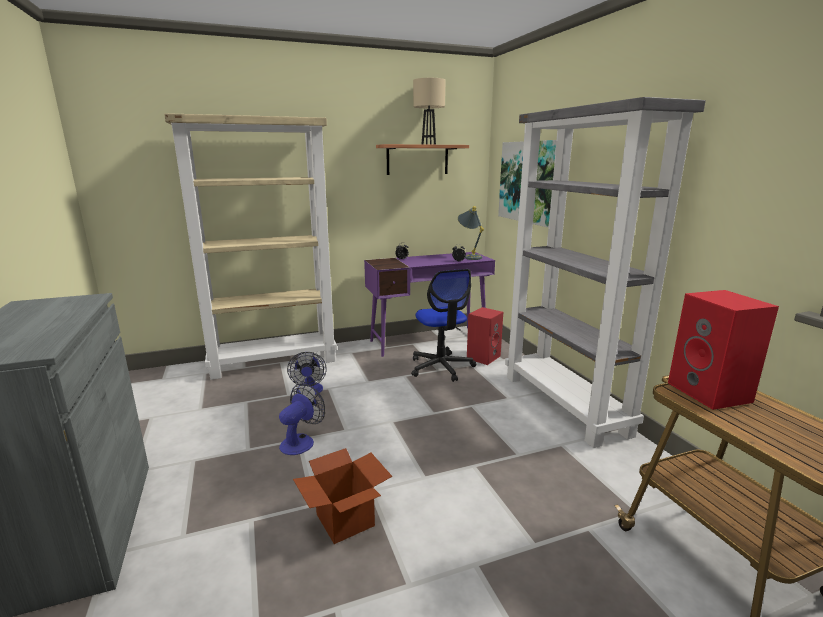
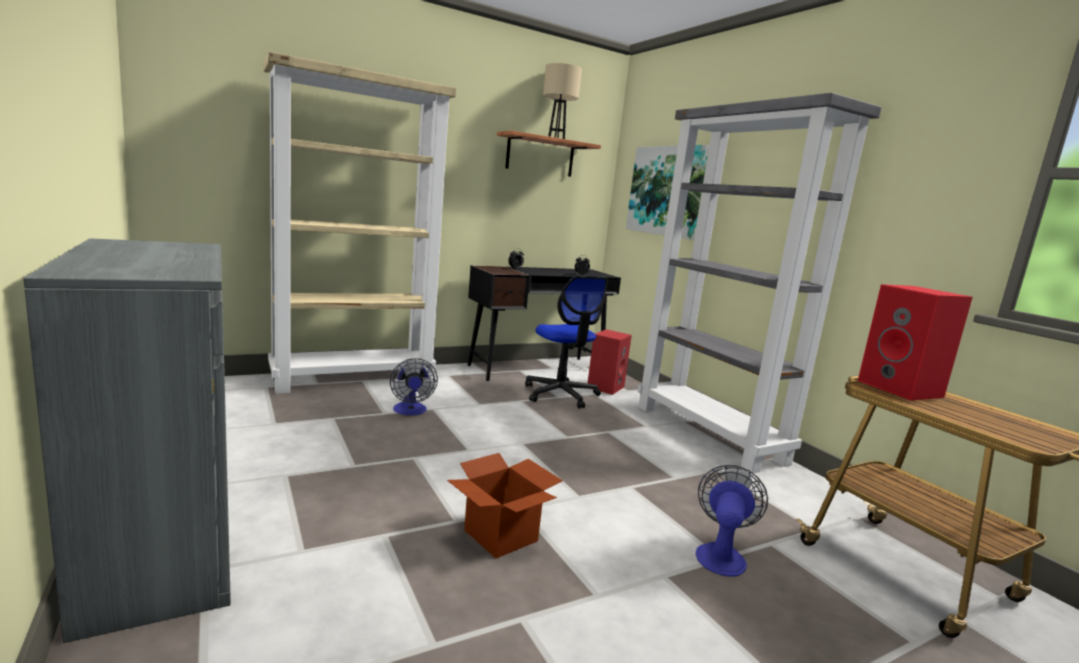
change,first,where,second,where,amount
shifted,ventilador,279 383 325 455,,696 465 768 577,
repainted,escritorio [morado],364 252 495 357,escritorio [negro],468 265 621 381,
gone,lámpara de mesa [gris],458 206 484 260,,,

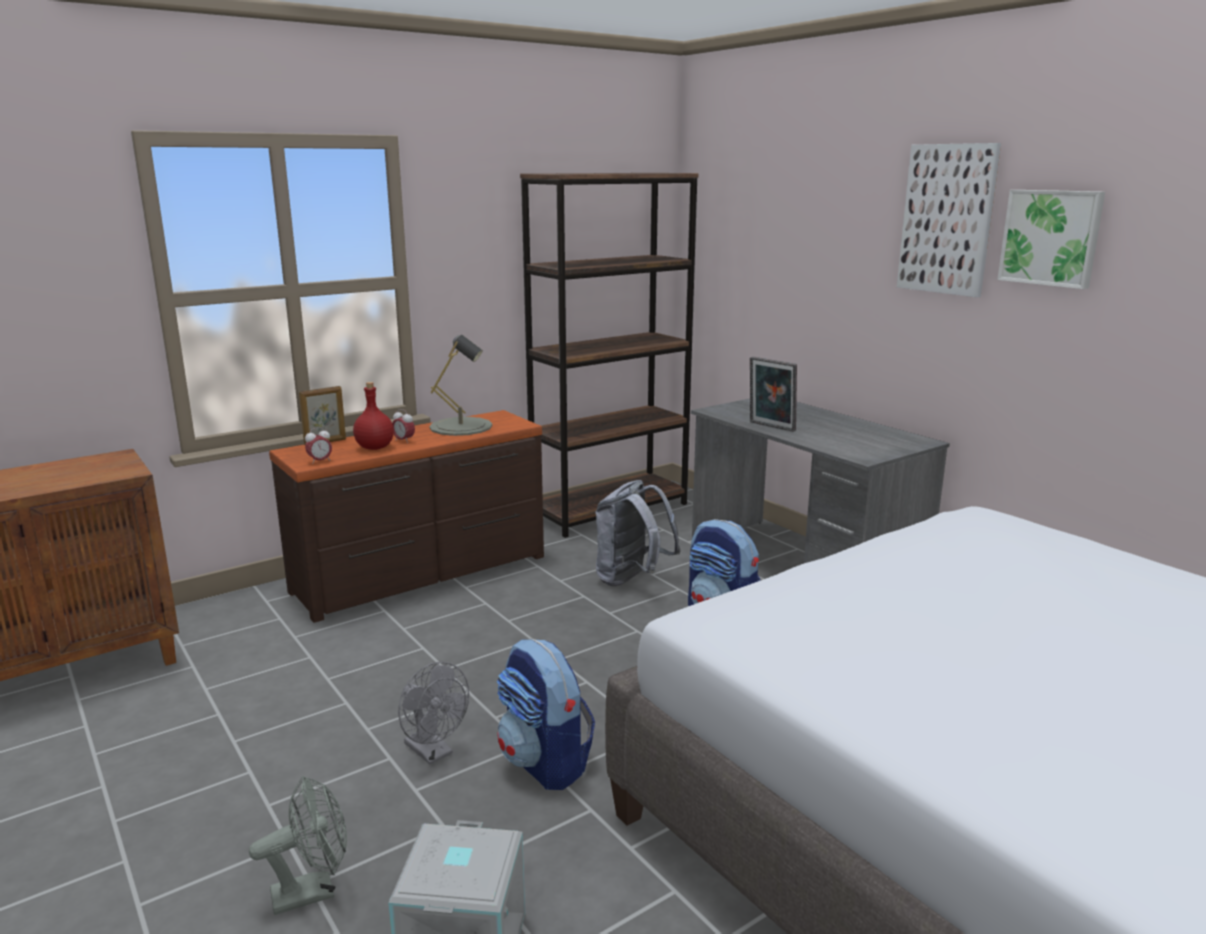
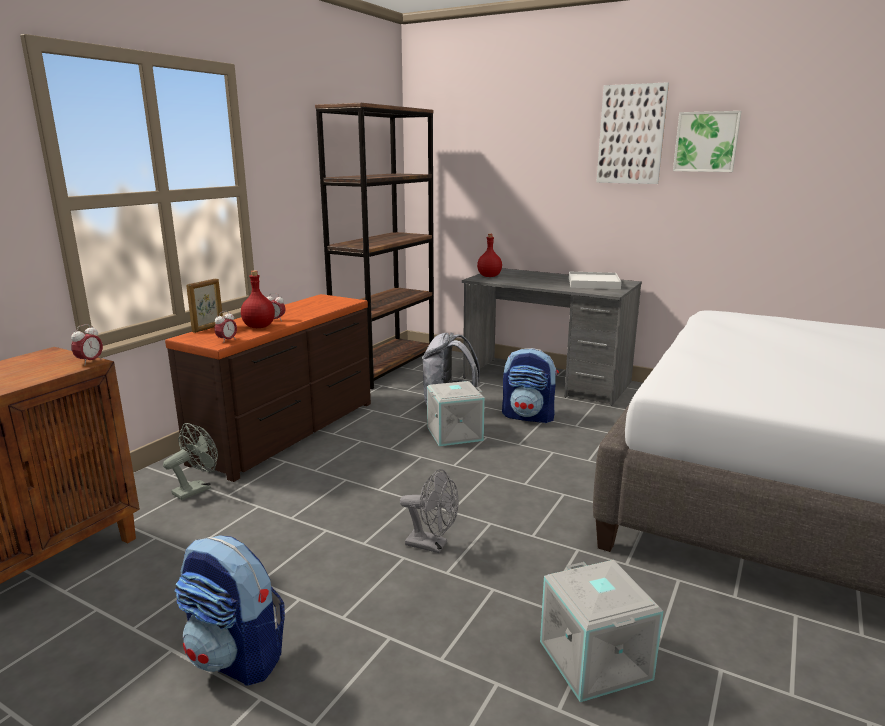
change,first,where,second,where,amount
shifted,ventilador [gris],249 776 347 915,,163 423 218 500,
gone,lámpara de mesa [gris],429 335 492 436,,,
shifted,mochila,497 639 595 790,,175 535 285 686,
gone,portarretratos,750 357 797 432,,,
new,,,despertador,71 324 103 364,
new,,,caja de almacenaje [gris],427 381 485 446,
new,,,botella [rojo],477 234 502 277,
new,,,bandeja [blanco],569 272 621 289,

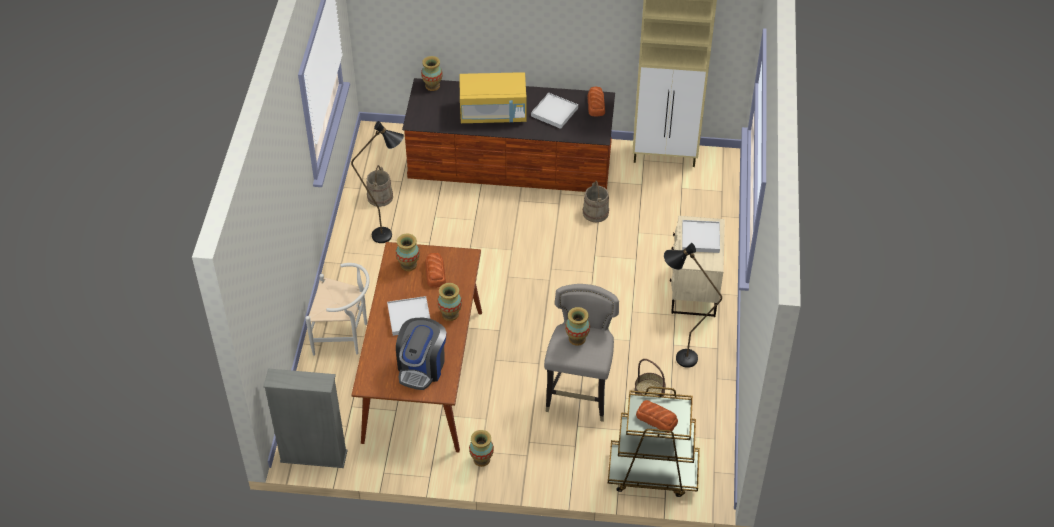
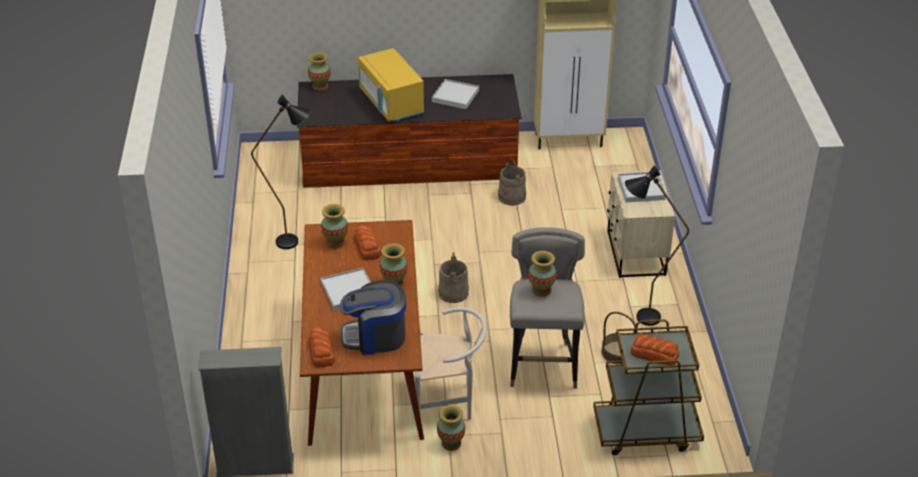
change,first,where,second,where,amount
shifted,silla [blanco],305 263 370 356,,415 307 487 420,
shifted,cubo [beis],366 165 393 207,,438 252 469 303,
rotated,cafetera,396 318 446 390,,340 280 406 355,75 degrees clockwise
rotated,microondas [amarillo],460 72 527 123,,358 48 424 121,75 degrees clockwise
shifted,pan,587 87 605 117,,308 326 335 368,

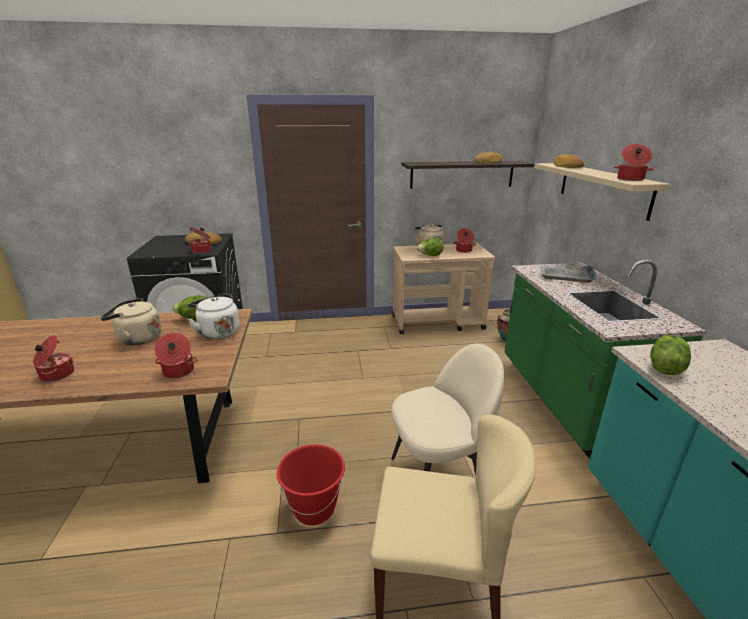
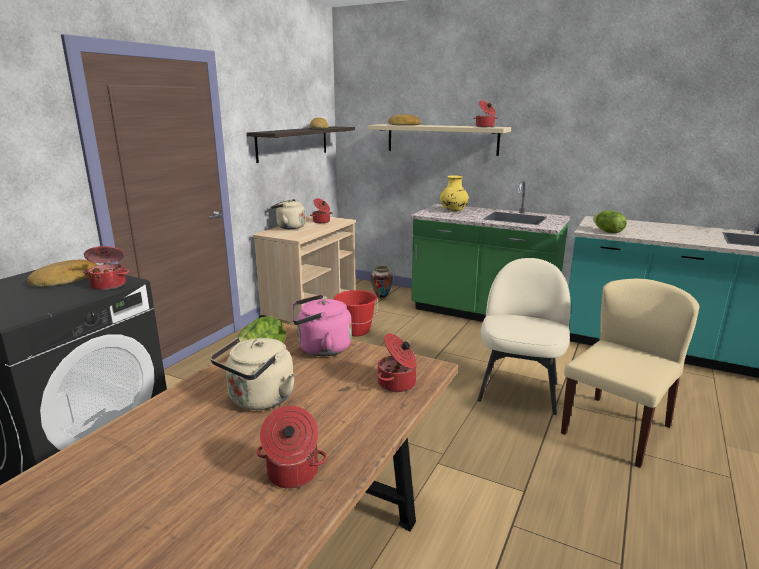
change,first,where,second,where,amount
repainted,hervidor [blanco],188 294 240 339,hervidor [rosa],292 294 352 356,
shifted,cubo [rojo],277 444 345 525,,334 290 378 336,
gone,lechuga,416 238 443 256,,,
swapped,bandeja [gris],541 265 597 283,florero [amarillo],440 175 469 212,

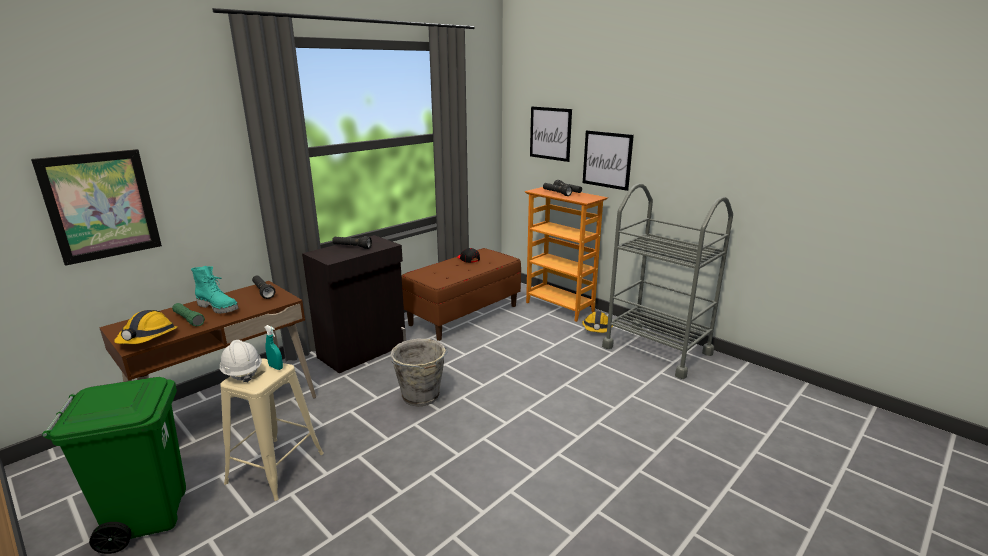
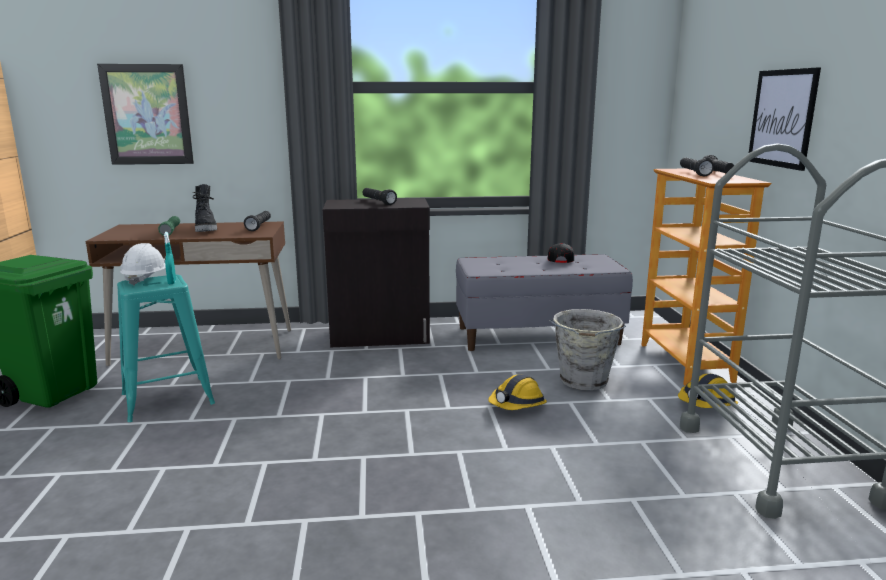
change,first,where,second,where,amount
shifted,casco,114 310 177 344,,488 374 547 410,
repainted,bota [turquesa],191 266 238 314,bota [negro],193 184 217 232,
repainted,taburete [beis],220 358 324 501,taburete [turquesa],117 274 215 422,
shifted,cubo [gris],390 339 448 407,,549 309 626 390,
repainted,banco [marrón],402 248 521 341,banco [gris],456 254 633 351,
gone,cuadro,530 106 572 162,,,

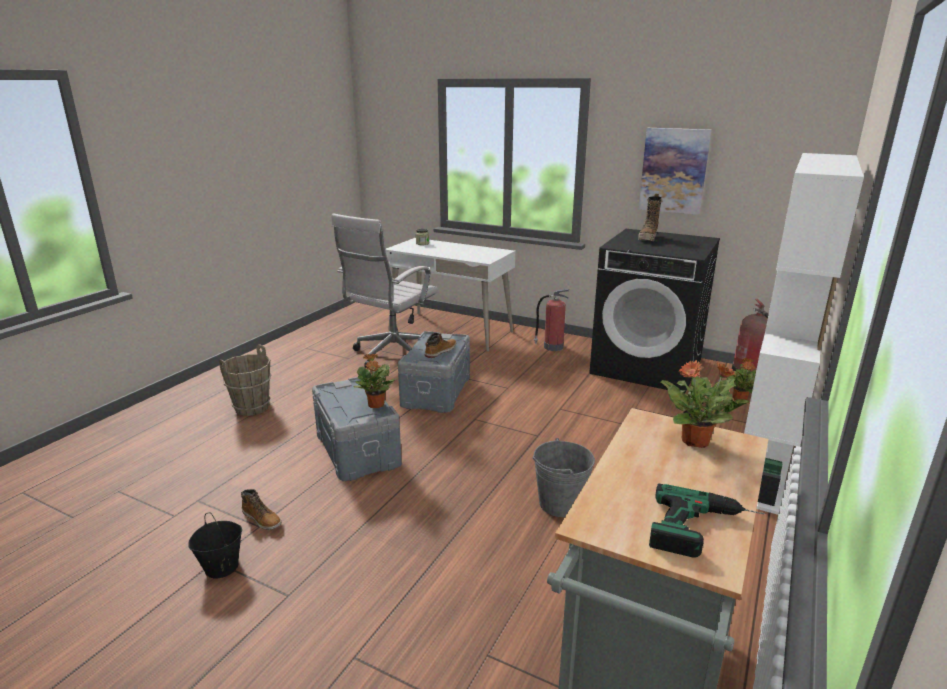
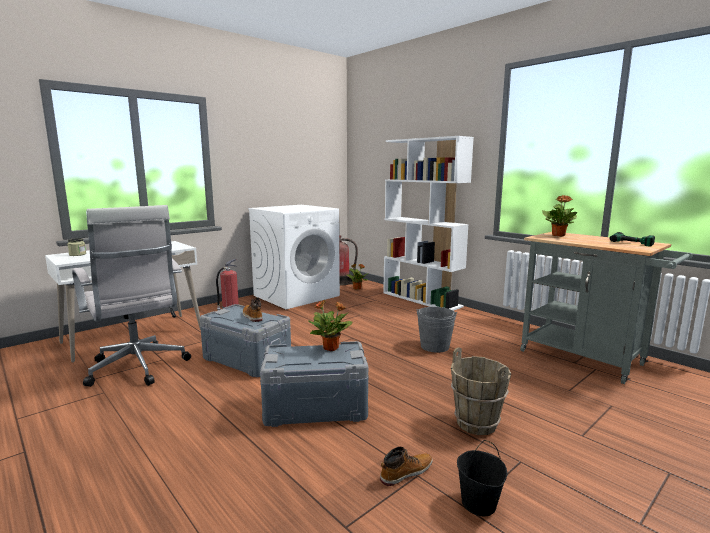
change,first,where,second,where,amount
shifted,cubo [marrón],219 344 271 416,,451 347 511 435,
repainted,lavadora [negro],589 229 720 393,lavadora [blanco],248 205 340 309,
gone,bota,638 193 663 241,,,
gone,cuadro,639 128 711 215,,,

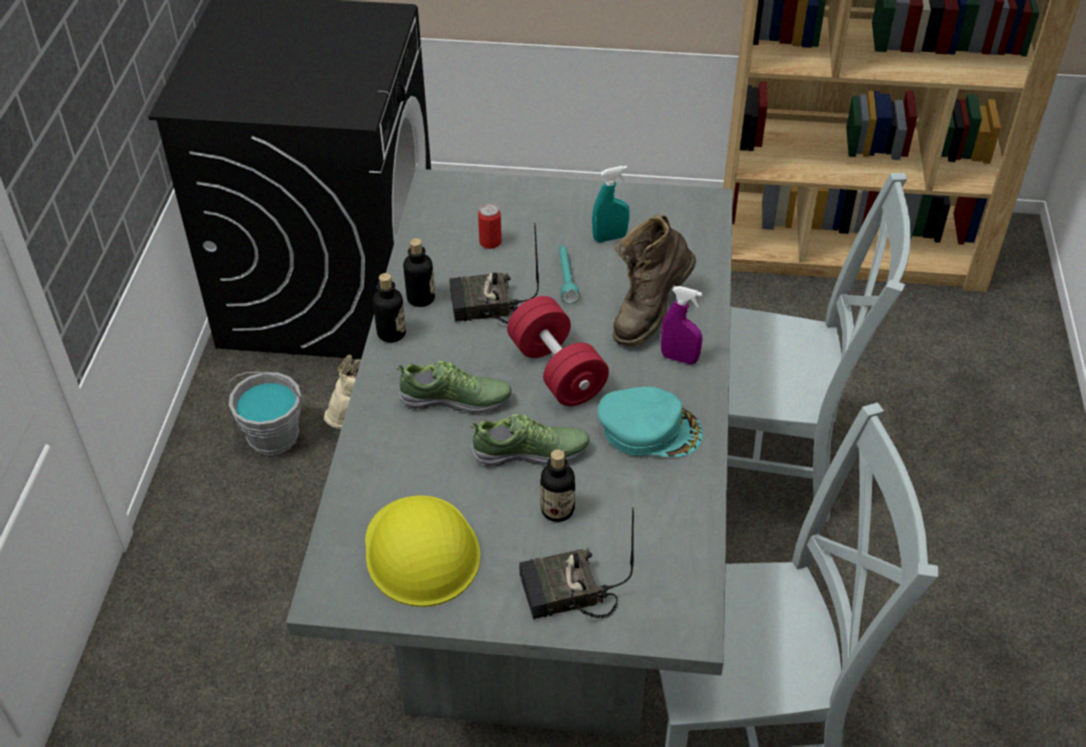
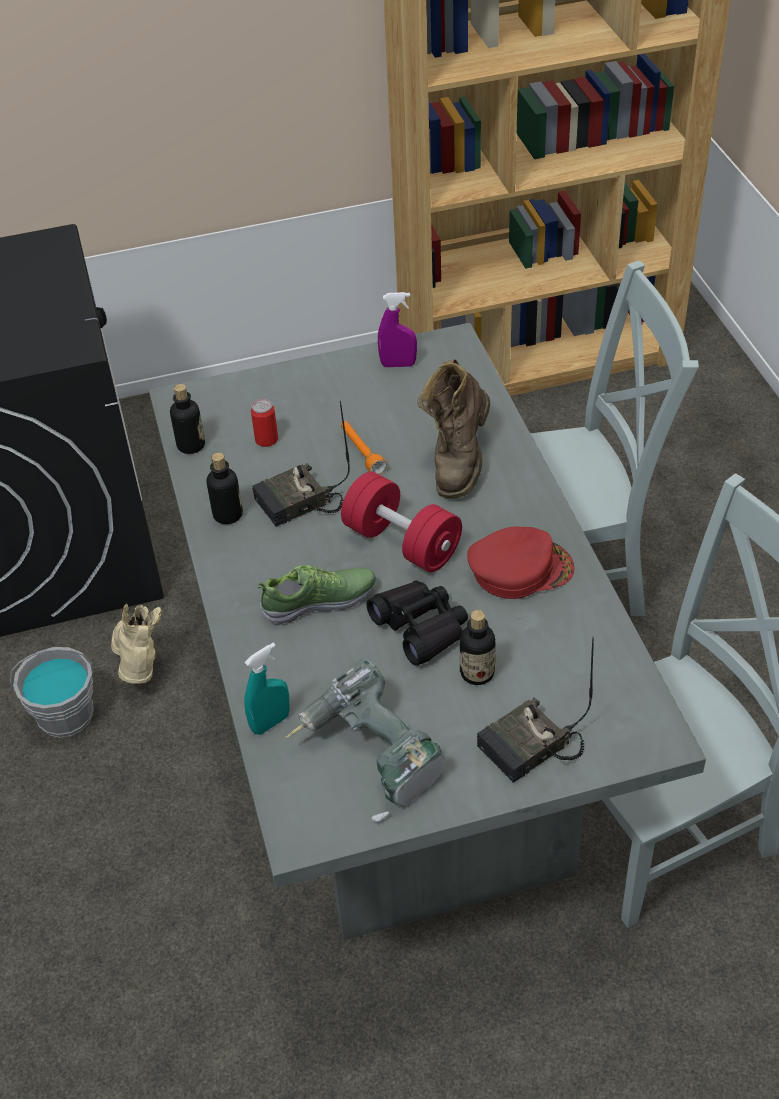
change,first,where,second,where,amount
swapped,casco [amarillo],365 496 480 607,taladro,286 659 445 822,
shifted,botella,373 273 406 342,,170 384 205 454,
swapped,zapato,471 414 589 466,prismáticos [negro],366 580 468 666,
repainted,linterna [turquesa],559 246 580 304,linterna [naranja],341 421 387 475,
shifted,pulverizador [turquesa],592 166 630 242,,244 642 290 735,
repainted,gorra [turquesa],598 387 703 457,gorra [rojo],467 527 574 599,
shifted,pulverizador [morado],661 286 702 364,,378 292 417 367,

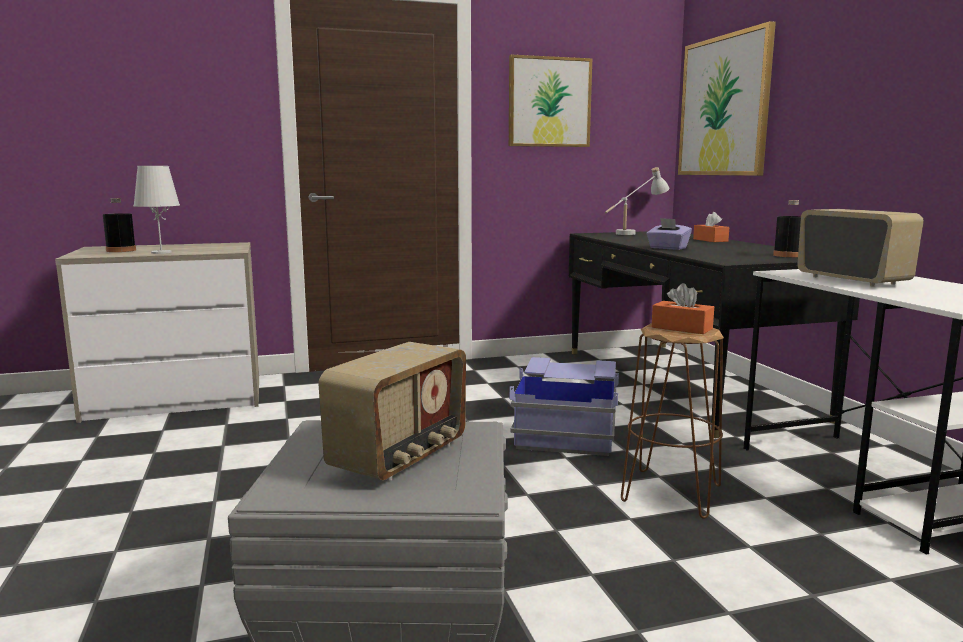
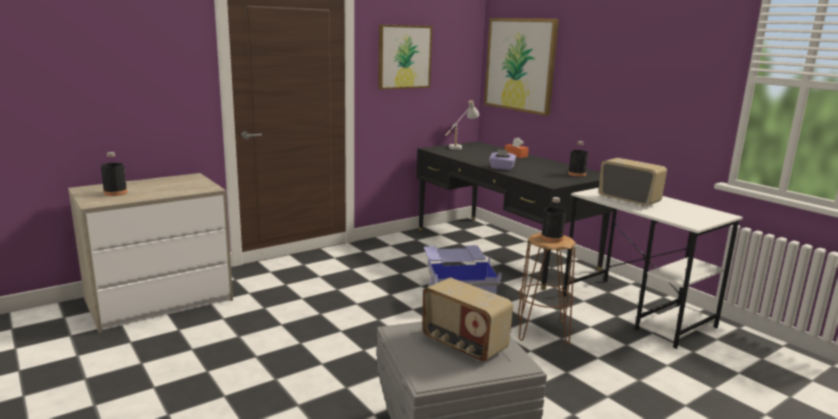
change,first,where,second,where,amount
gone,lámpara de mesa [blanco],133 166 180 254,,,
rotated,radio,318 342 466 481,,422 278 513 362,120 degrees clockwise
swapped,caja de pañuelos [naranja],652 283 714 334,botella [negro],541 197 566 242,

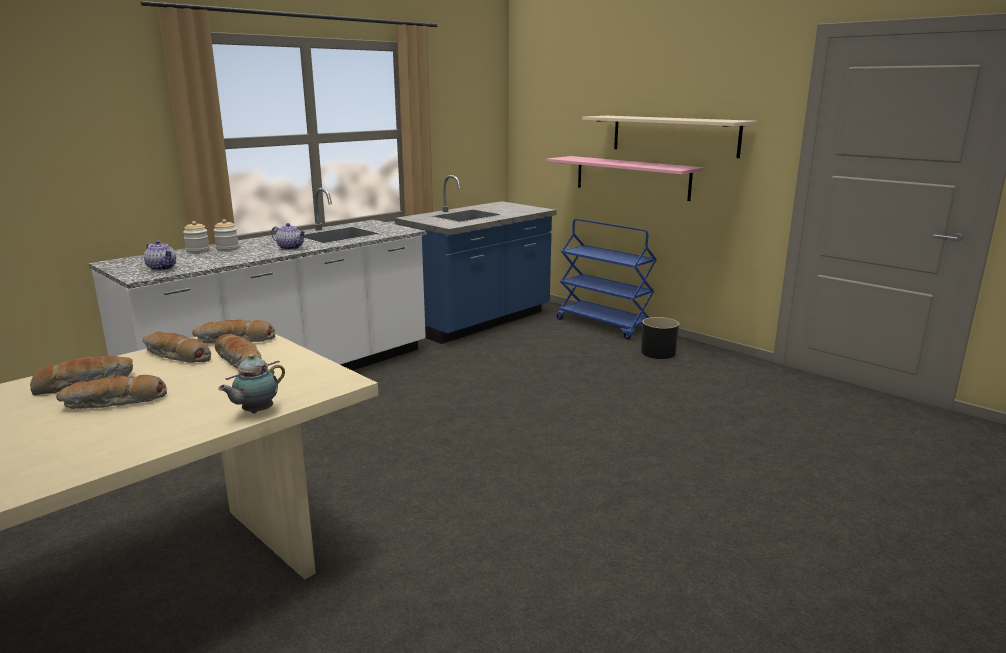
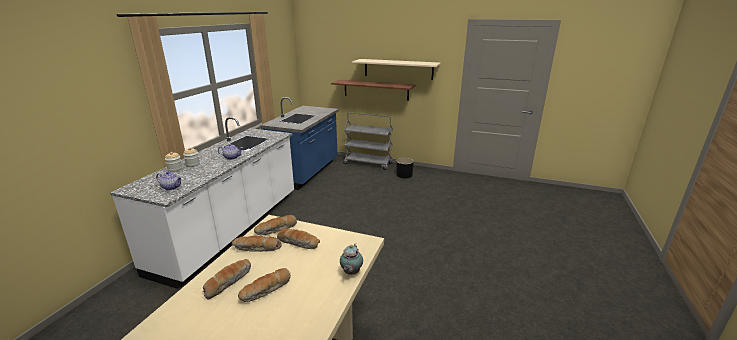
change,first,where,second,where,amount
repainted,estante [rosa],546 156 705 201,estante [marrón],331 79 415 101,
repainted,carrito [azul],557 219 657 339,carrito [gris],343 112 393 170,

